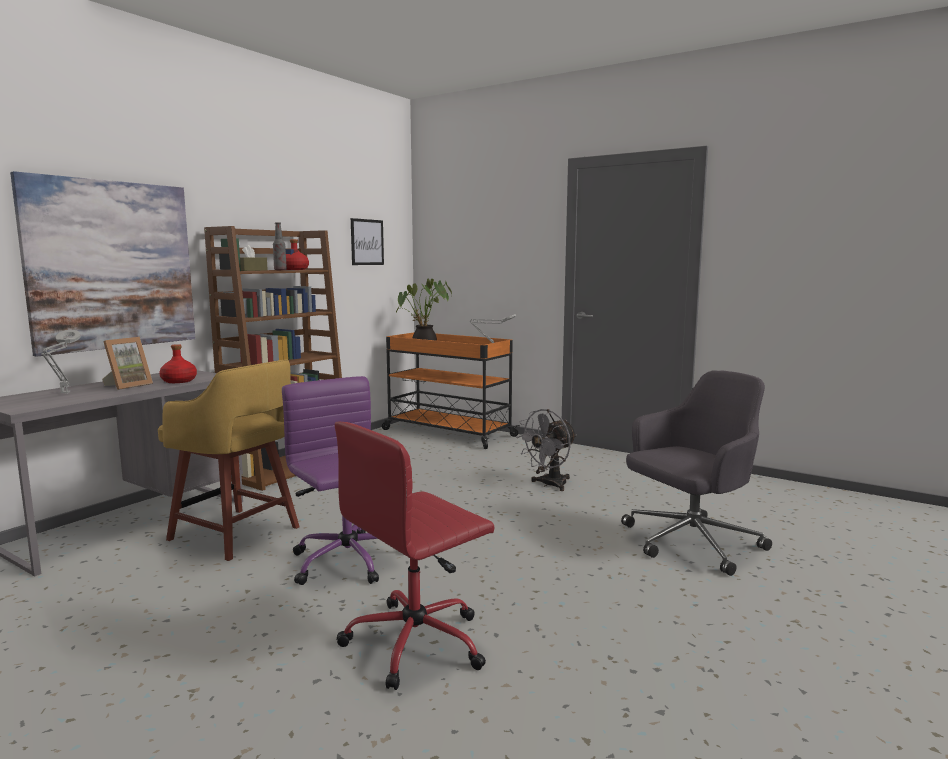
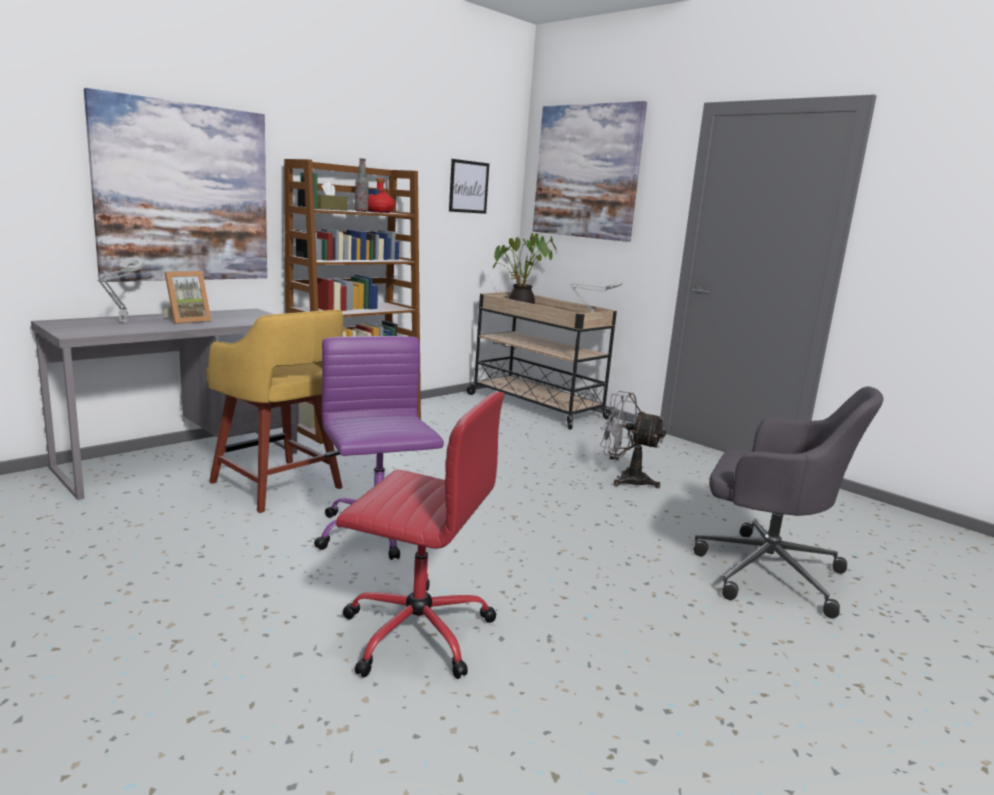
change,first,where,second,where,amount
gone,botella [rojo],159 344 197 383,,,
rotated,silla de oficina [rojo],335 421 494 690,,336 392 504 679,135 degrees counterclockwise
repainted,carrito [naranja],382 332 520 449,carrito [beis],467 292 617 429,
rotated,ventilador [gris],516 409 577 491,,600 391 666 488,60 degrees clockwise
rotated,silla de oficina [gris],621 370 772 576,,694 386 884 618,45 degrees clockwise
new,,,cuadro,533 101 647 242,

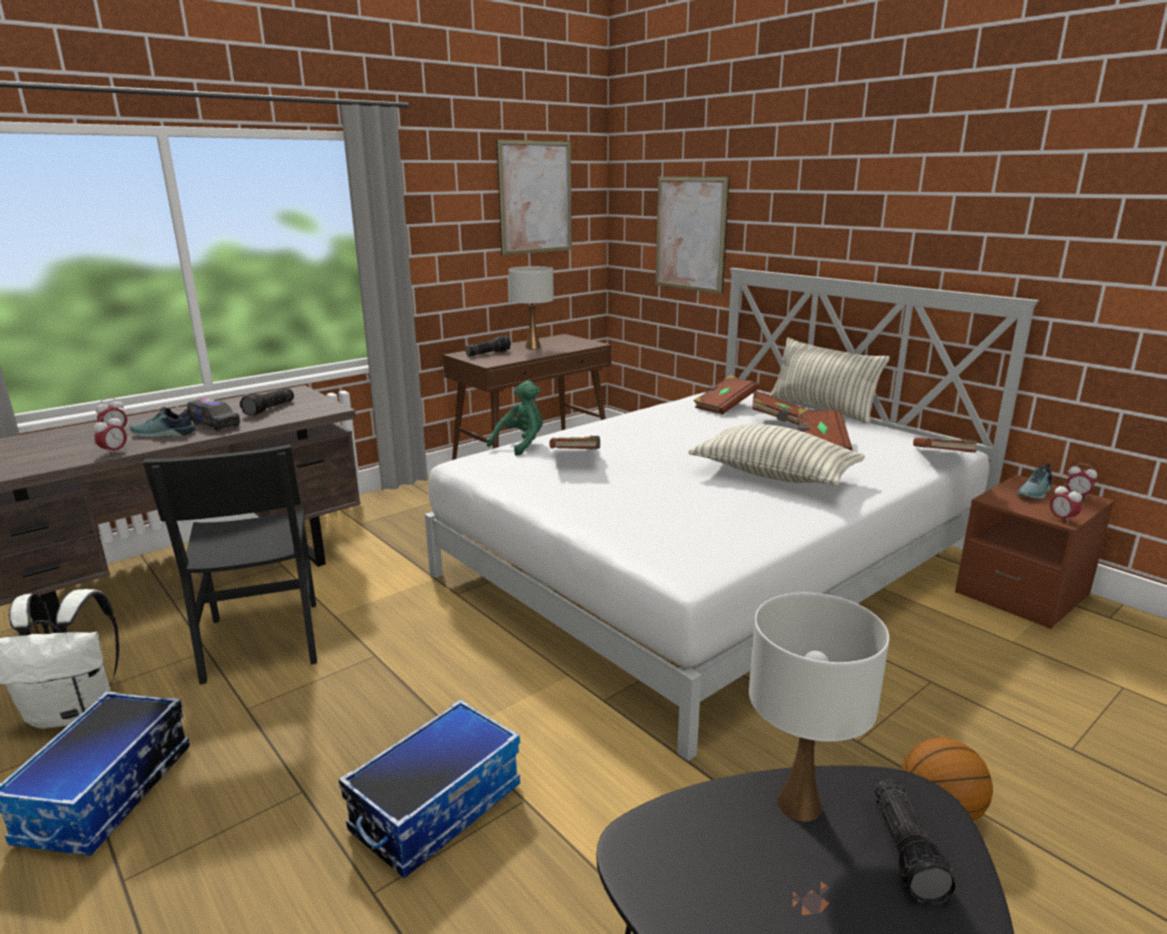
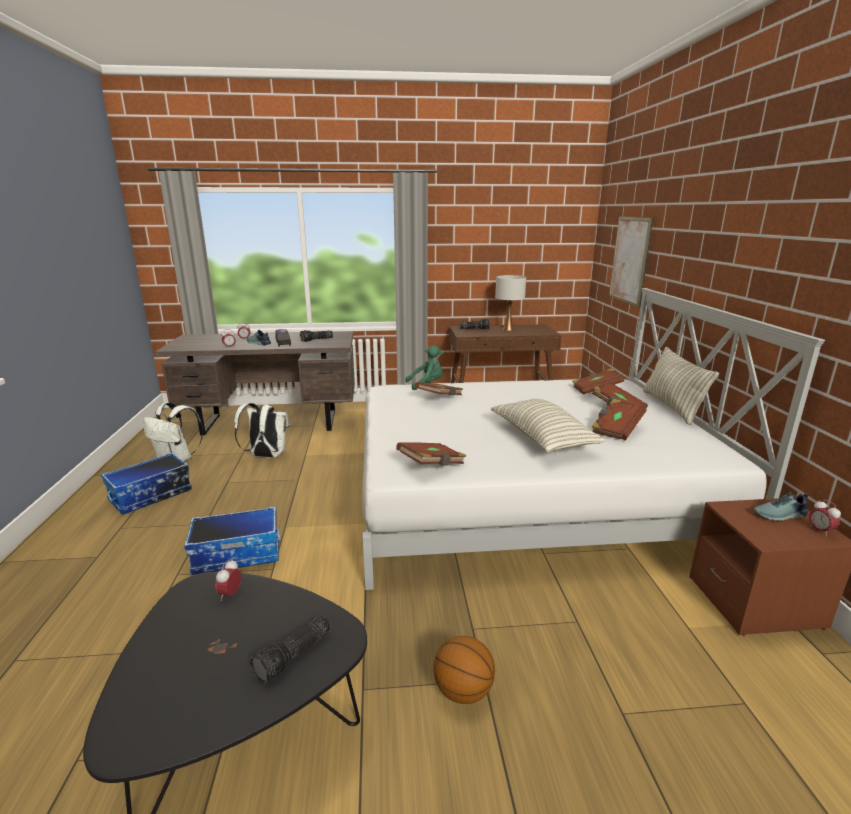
change,first,where,second,where,amount
swapped,silla [negro],143 444 317 685,mochila [blanco],234 403 290 458,
gone,cuadro,496 139 572 255,,,
gone,lámpara de mesa [blanco],749 593 889 822,,,
shifted,libro [marrón],913 438 978 453,,396 443 466 466,
shifted,despertador,1050 484 1082 524,,215 560 241 601,

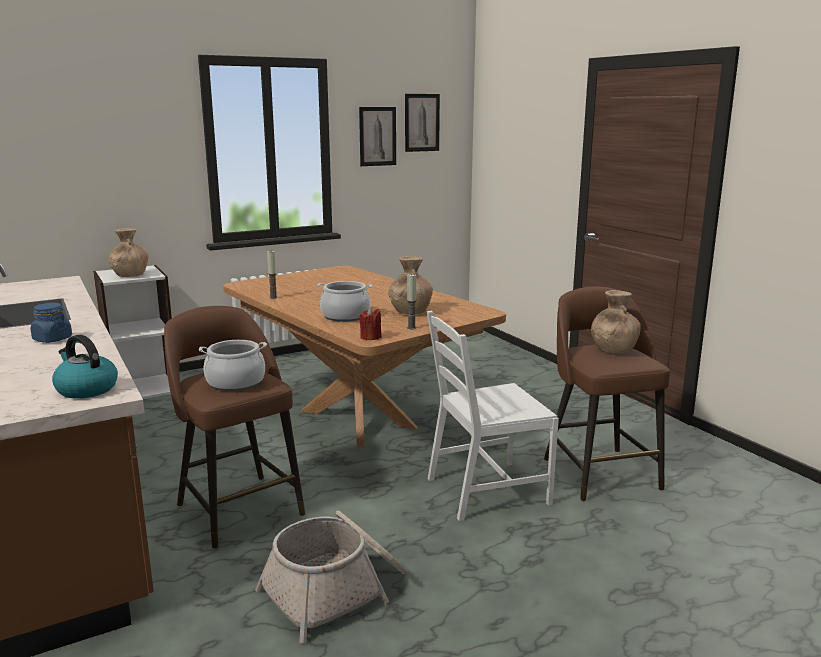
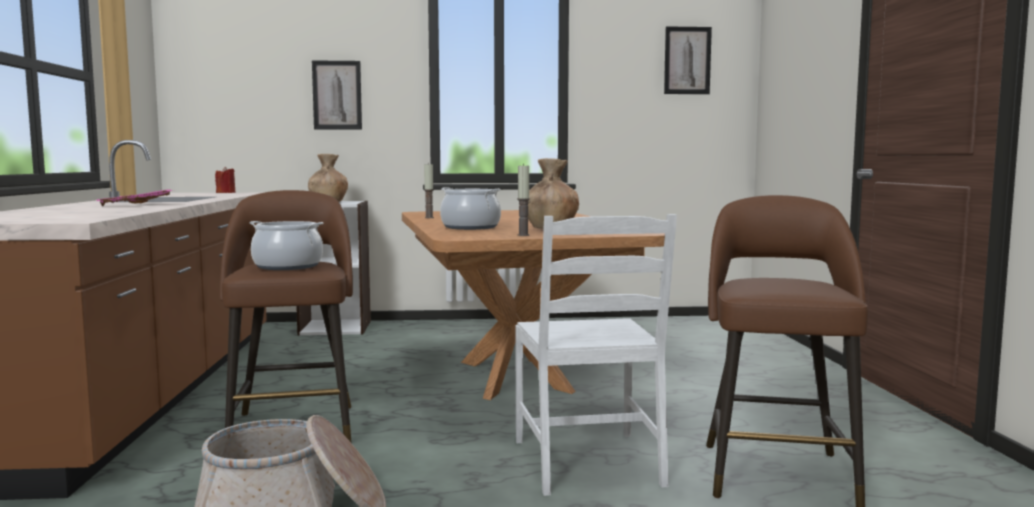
change,first,where,second,where,amount
swapped,tarro [azul],31 303 72 343,bandeja [rosa],96 189 173 206,
gone,hervidor,52 335 118 399,,,
shifted,cuadro,359 107 396 166,,312 60 362 130,
shifted,vela [rojo],359 307 382 340,,215 167 235 193,
rotated,silla [blanco],427 311 559 521,,515 214 677 496,105 degrees counterclockwise
gone,florero [marrón],591 290 641 354,,,

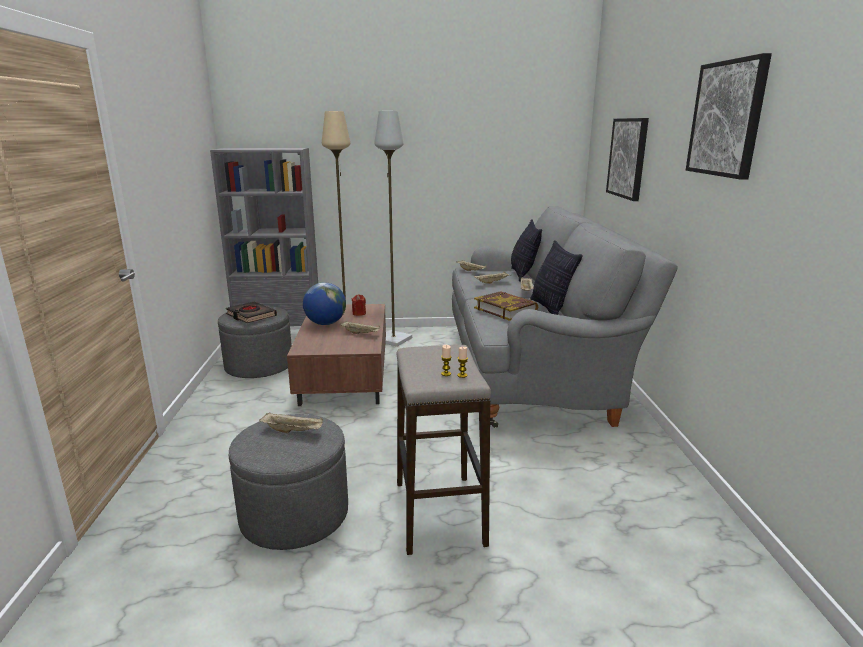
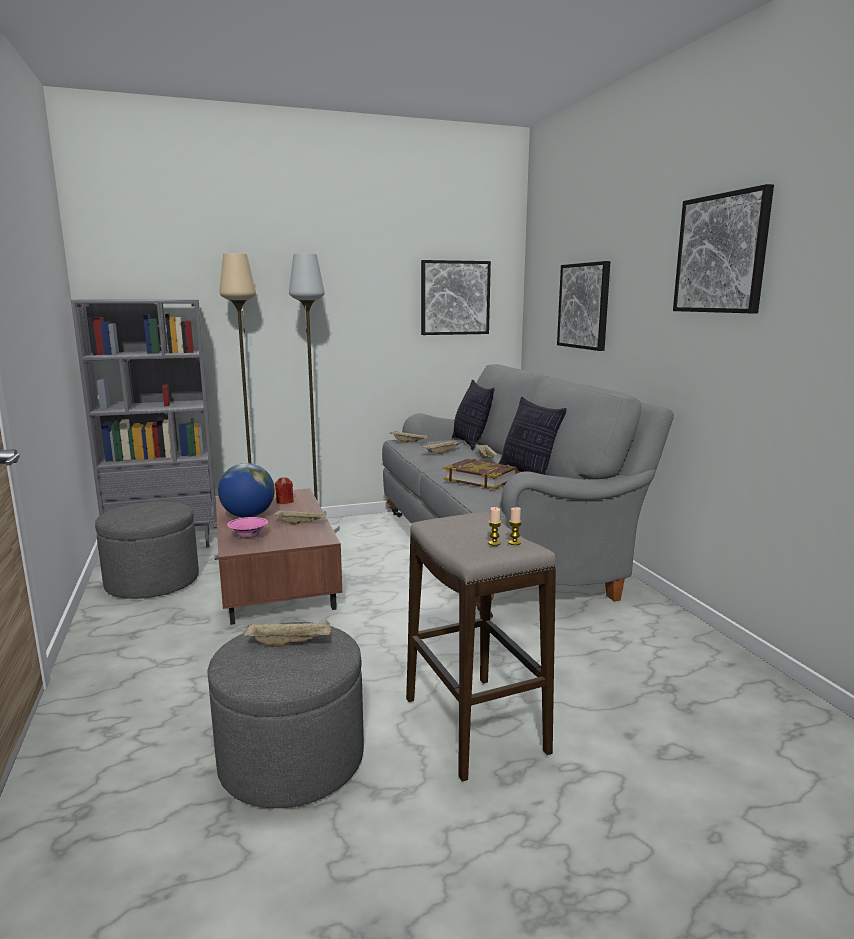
change,first,where,second,where,amount
gone,libro [negro],226 302 277 323,,,
new,,,cuenco [rosa],227 517 268 539,
new,,,cuadro,421 260 491 335,

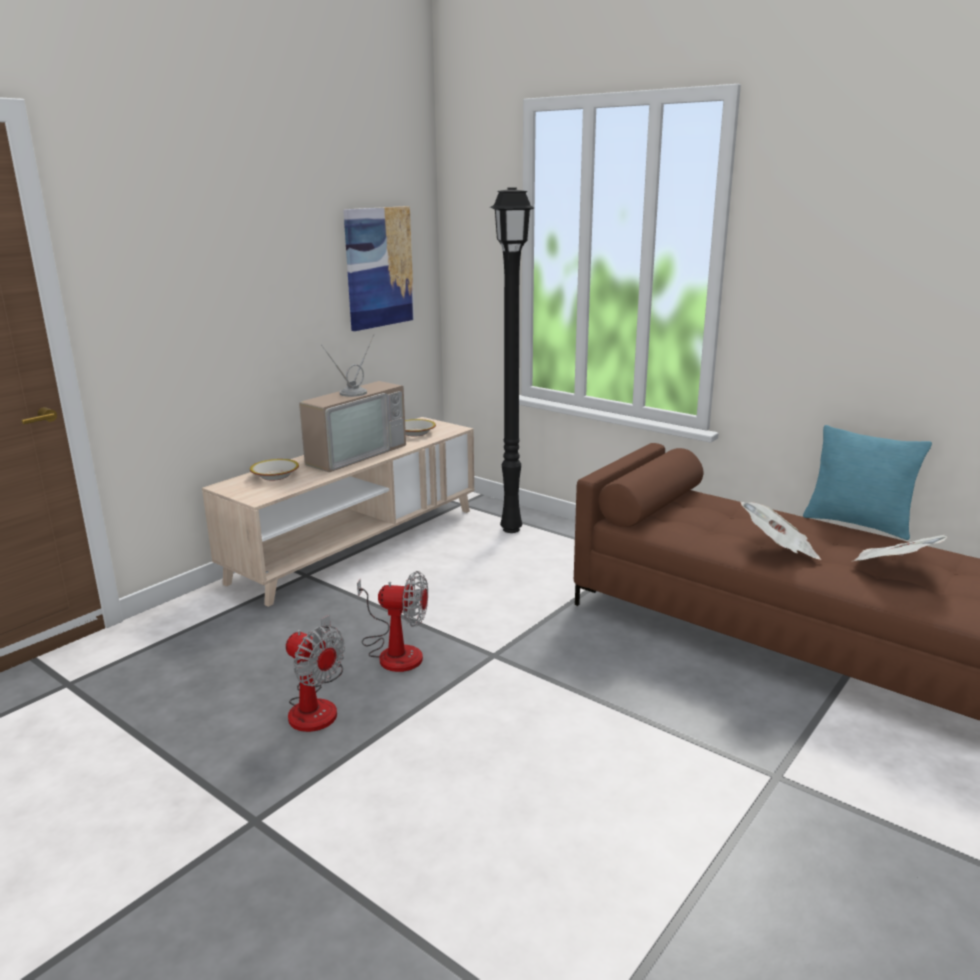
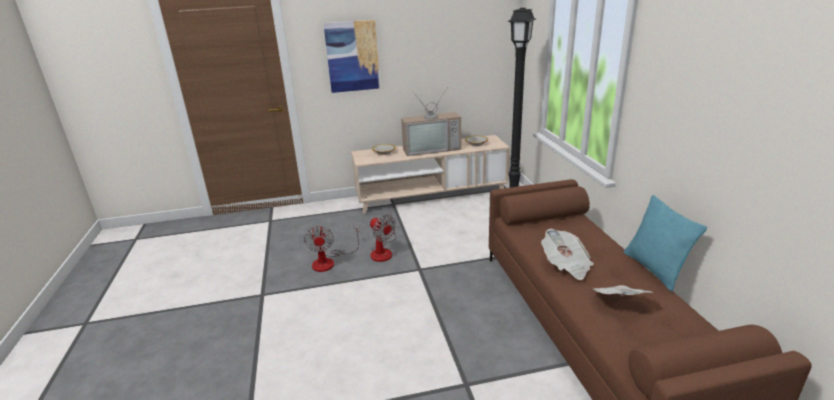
change,first,where,second,where,amount
shifted,cuadro,343 206 414 331,,323 20 380 93,

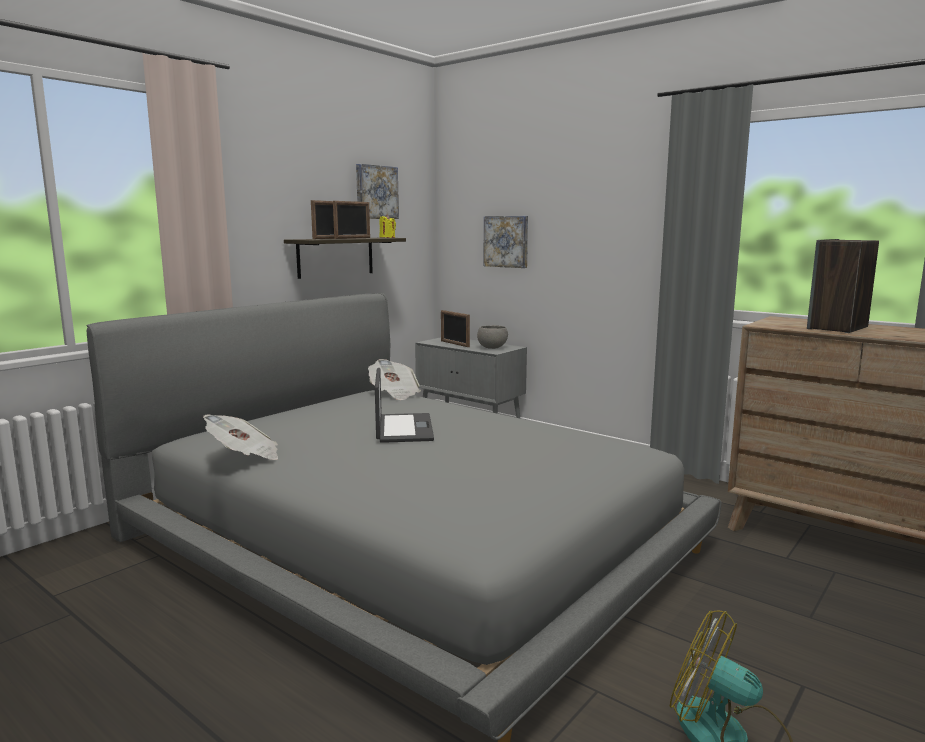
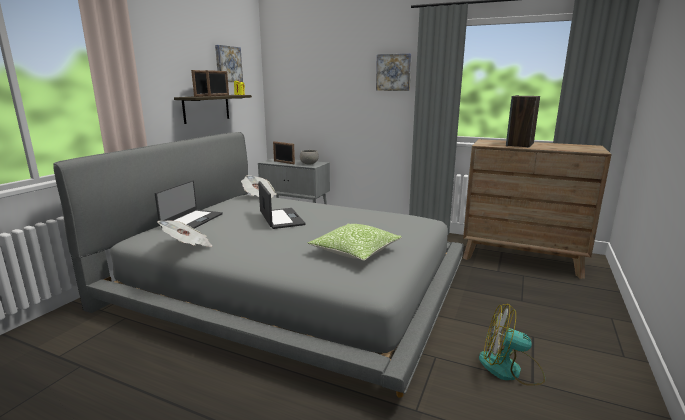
change,first,where,second,where,amount
shifted,cuadro,483 216 528 268,,376 54 411 91,
new,,,portátil,155 180 223 229,
new,,,cojín,308 224 402 261,

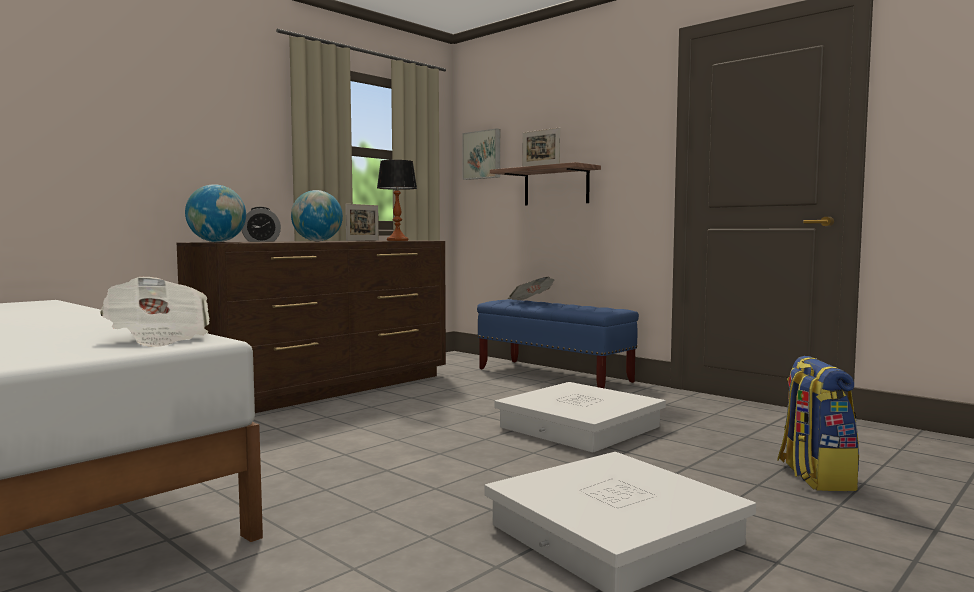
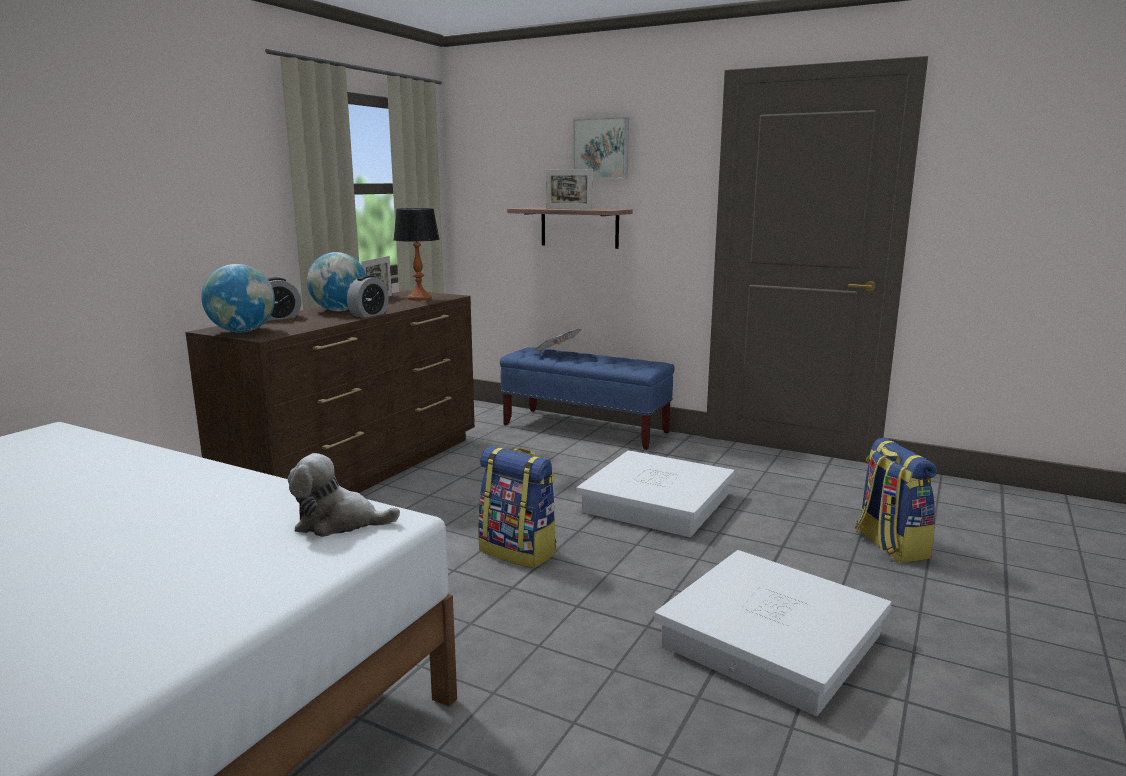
change,first,where,second,where,amount
swapped,periódico,100 277 210 347,peluche,288 453 400 537,
shifted,cuadro,462 128 500 180,,573 117 629 179,
new,,,despertador,347 275 389 318,
new,,,mochila,478 447 557 568,

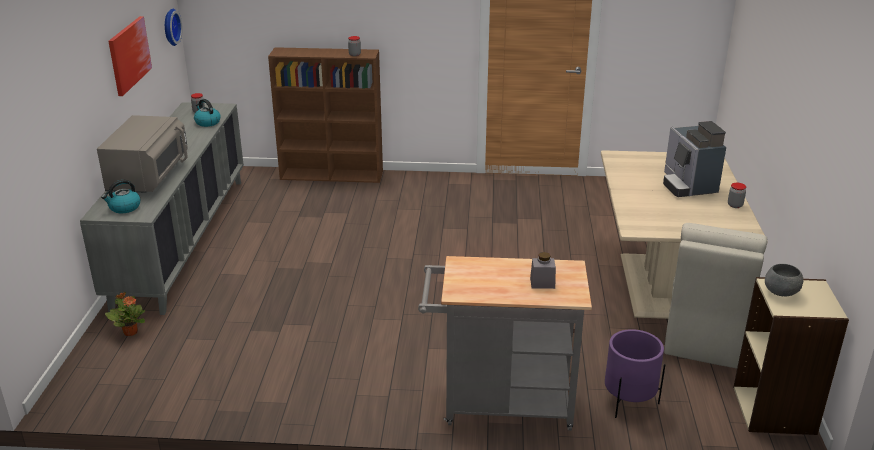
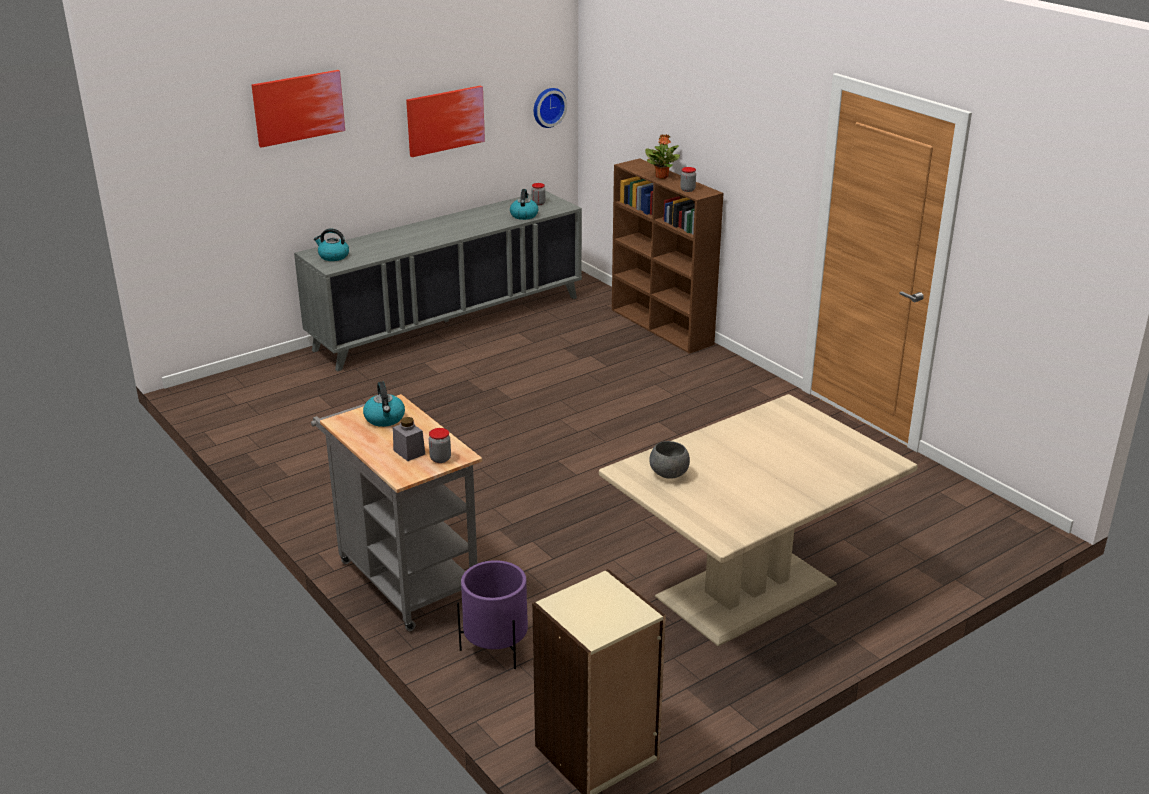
change,first,where,second,where,amount
gone,microondas [gris],97 115 188 193,,,
shifted,planta en maceta,105 292 145 336,,645 134 680 179,
gone,cafetera,663 121 726 197,,,
gone,silla [beis],664 223 767 369,,,
shifted,tarro,728 183 746 208,,429 428 451 463,
shifted,cuenco [gris],765 264 803 296,,649 441 690 479,
new,,,cuadro,252 70 345 148,
new,,,hervidor,363 382 405 427,

